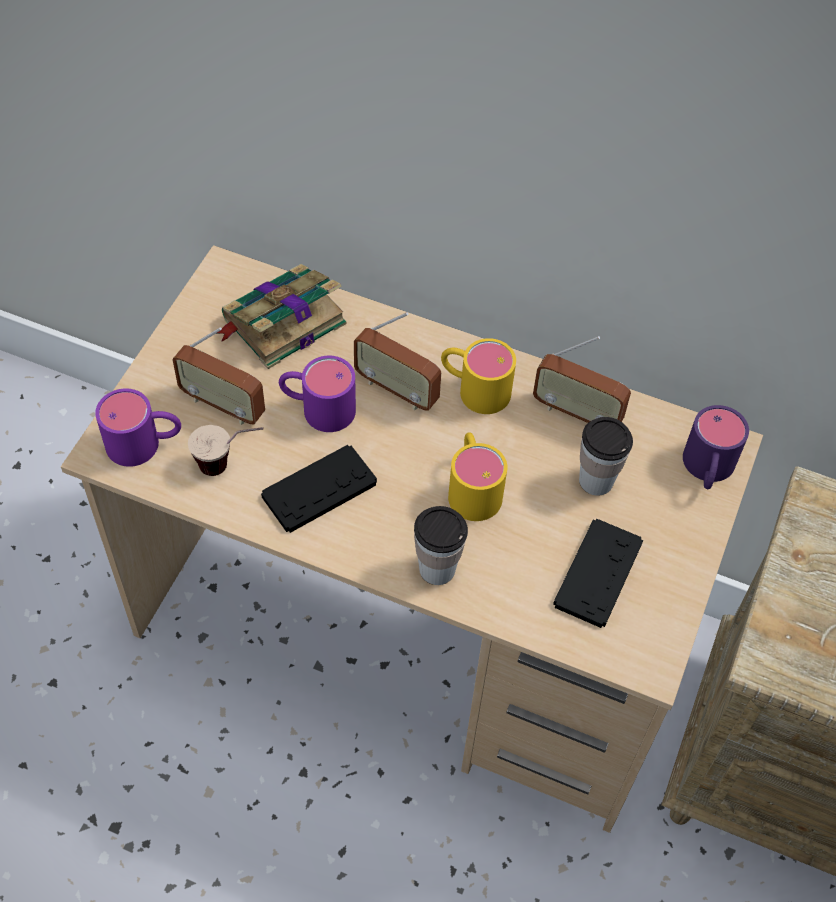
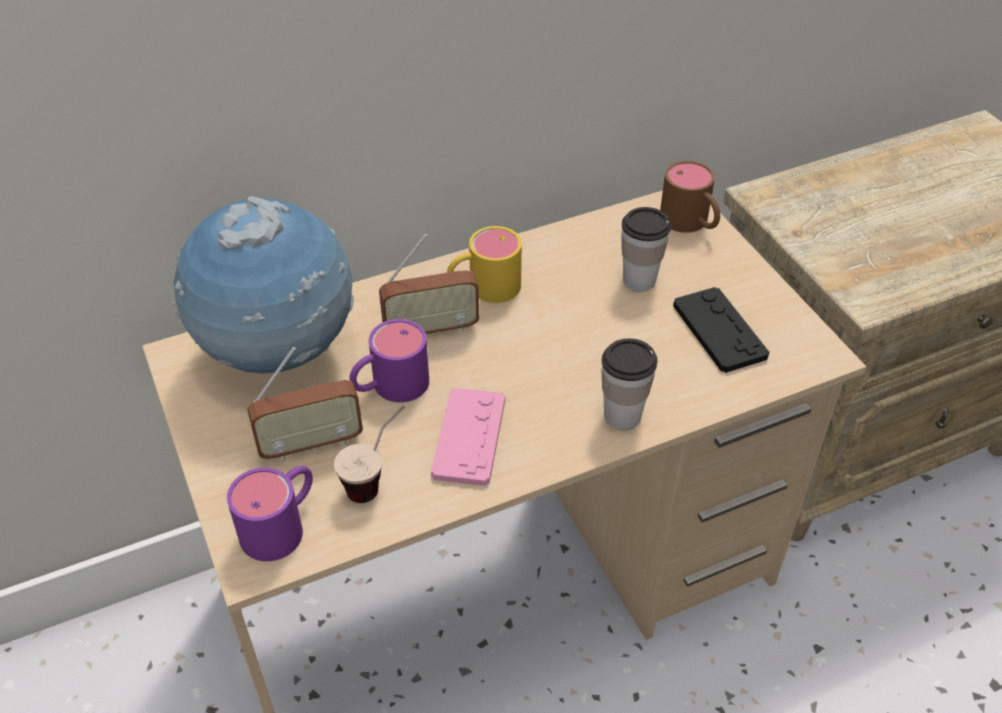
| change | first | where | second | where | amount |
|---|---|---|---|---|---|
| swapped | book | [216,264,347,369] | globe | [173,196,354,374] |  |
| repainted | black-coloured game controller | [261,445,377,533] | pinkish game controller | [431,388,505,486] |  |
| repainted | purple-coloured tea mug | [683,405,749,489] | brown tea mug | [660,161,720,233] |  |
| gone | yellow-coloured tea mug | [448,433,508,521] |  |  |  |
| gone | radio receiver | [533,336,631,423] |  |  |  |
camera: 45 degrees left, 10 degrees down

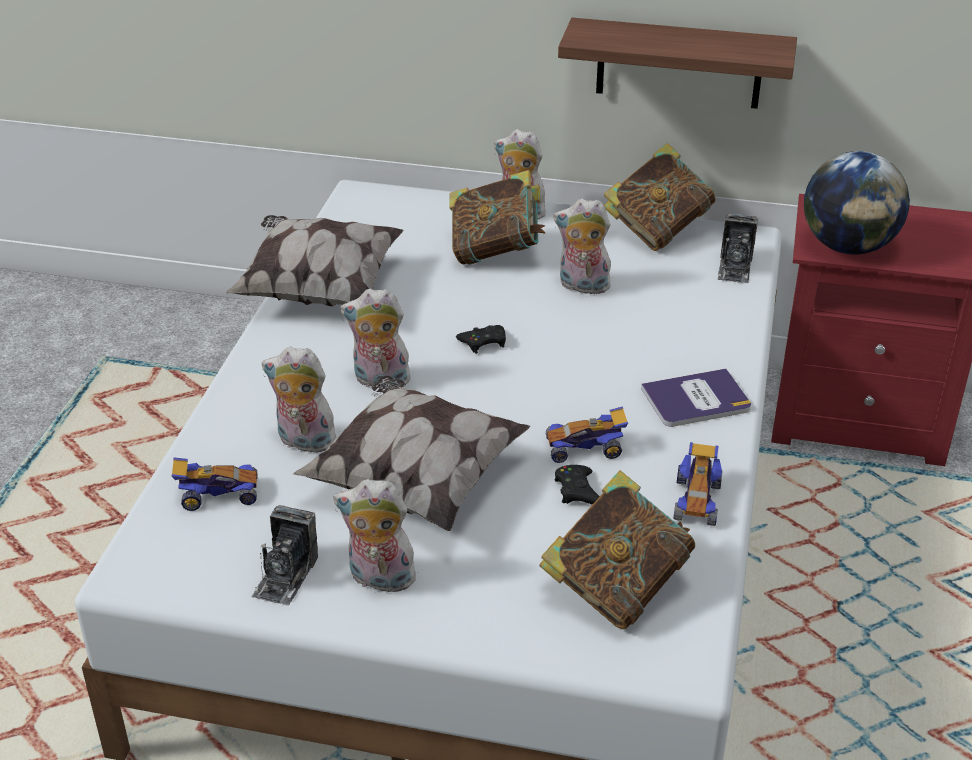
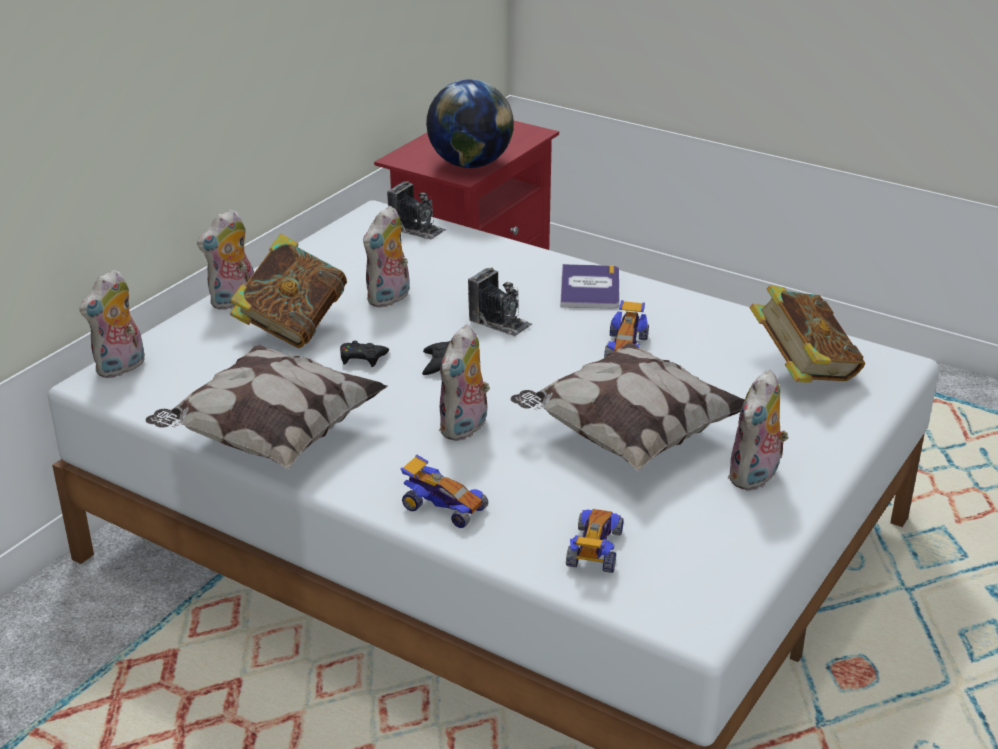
| change | first | where | second | where | amount |
|---|---|---|---|---|---|
| shifted | plush toy | [262,347,337,456] |  | [79,269,145,378] |  |
| shifted | black-coloured game controller | [555,465,600,504] |  | [340,341,389,367] |  |
| shifted | model car | [673,442,723,526] |  | [401,455,488,528] |  |
| shifted | still camera | [251,505,318,606] |  | [468,268,532,337] |  |
| gone | shelf | [558,18,797,109] |  |  |  |
| gone | book | [604,143,716,251] |  |  |  |
camera: 70 degrees left, 5 degrees down

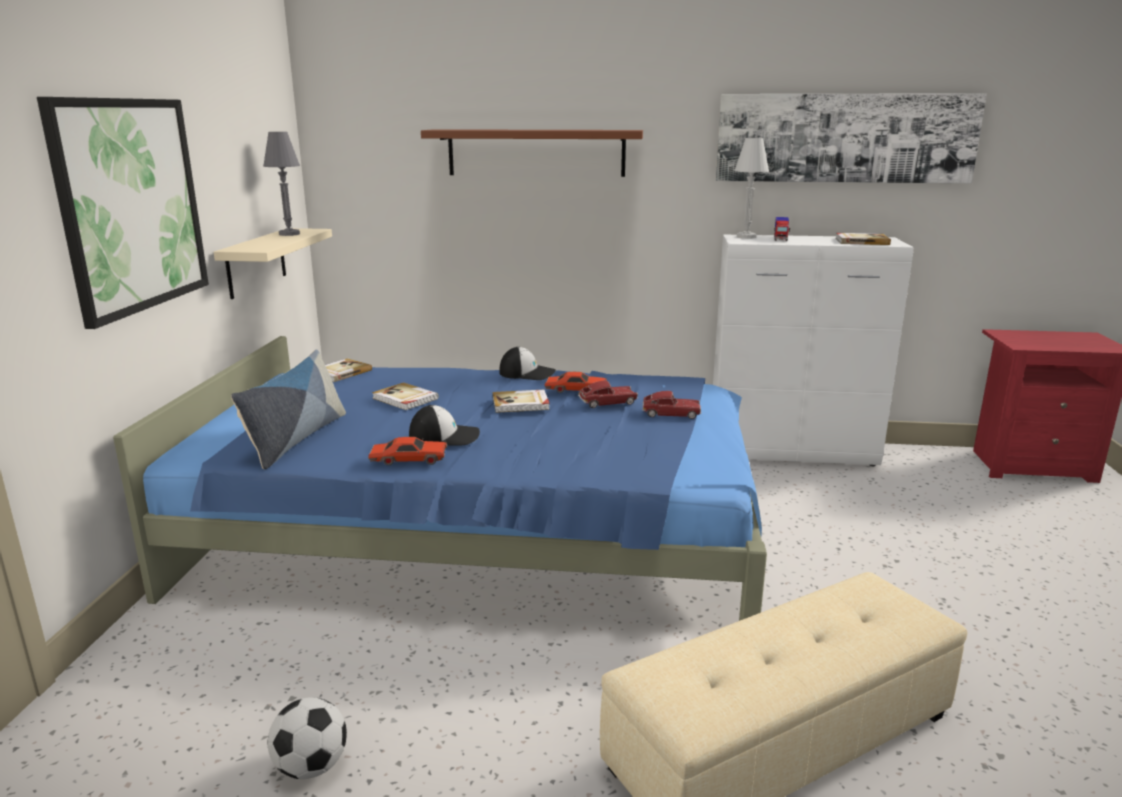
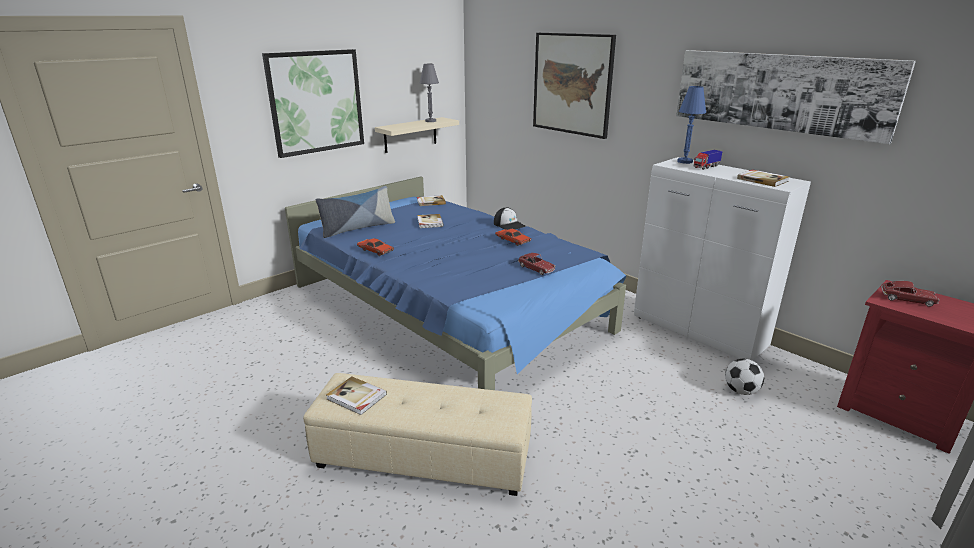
| change | first | where | second | where | amount |
|---|---|---|---|---|---|
| shifted | book | [492,390,550,413] |  | [326,376,387,415] |  |
| swapped | brown shelf | [421,129,643,177] | picture | [533,33,616,139] |  |
| repainted | white lamp for a table | [734,138,769,239] | bluish lamp for a table | [677,86,706,164] |  |
| shifted | ball for football | [267,697,347,779] |  | [725,359,764,395] |  |
| shifted | model car | [578,380,638,408] |  | [881,281,939,307] |  |
| gone | peaked cap | [409,405,480,445] |  |  |  |
camera: 40 degrees right, 5 degrees up

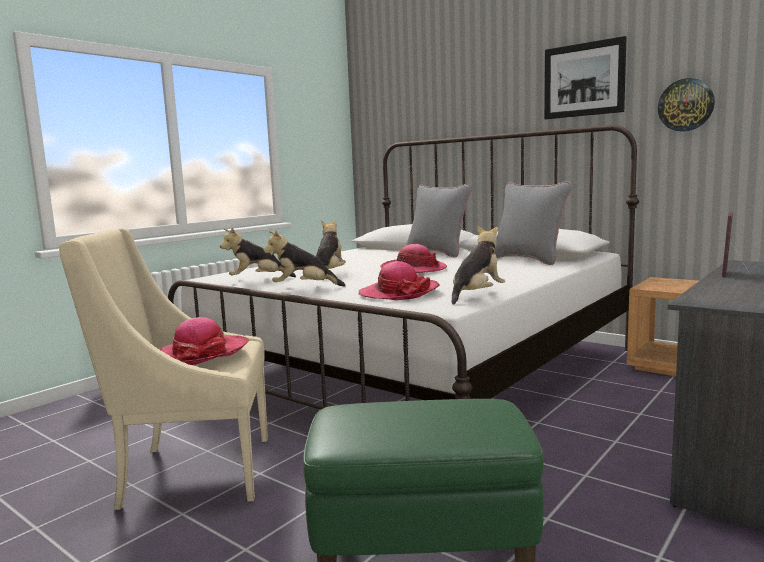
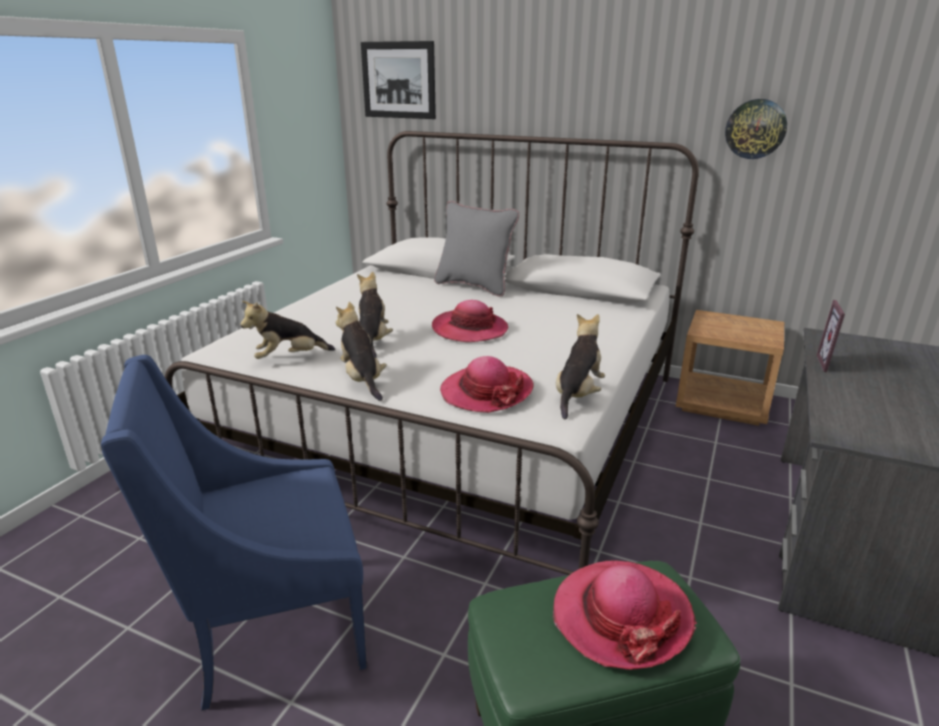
| change | first | where | second | where | amount |
|---|---|---|---|---|---|
| repainted | beige easy chair | [59,228,268,510] | bluish easy chair | [101,355,367,711] |  |
| rotated | plush toy | [263,230,346,287] |  | [336,302,387,401] | 75 degrees clockwise |
| shifted | picture | [544,36,626,119] |  | [361,41,436,119] |  |
| shifted | hat | [159,317,249,365] |  | [553,561,697,670] |  |
| gone | greyish throw pillow | [495,182,572,265] |  |  |  |
camera: 15 degrees left, 15 degrees up

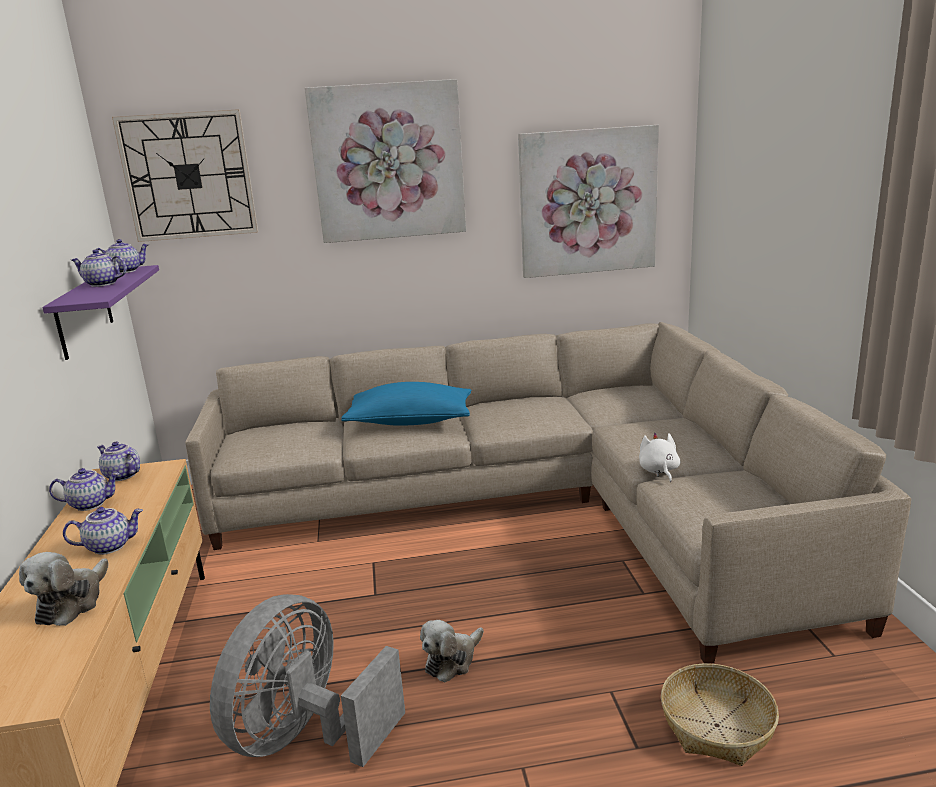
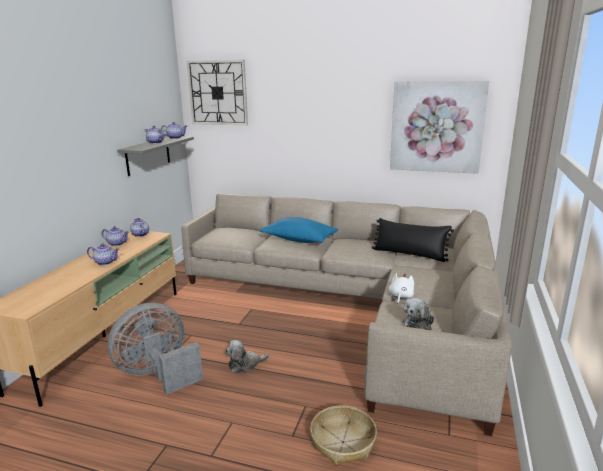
| change | first | where | second | where | amount |
|---|---|---|---|---|---|
| repainted | purple-coloured shelf | [42,265,159,360] | greyish shelf | [117,136,194,176] |  |
| new |  |  | black-coloured throw pillow | [372,218,454,262] |  |
| shifted | plush toy | [19,552,109,626] |  | [402,298,434,330] |  |
| gone | picture | [305,79,466,243] |  |  |  |
camera: 25 degrees right, 0 degrees up

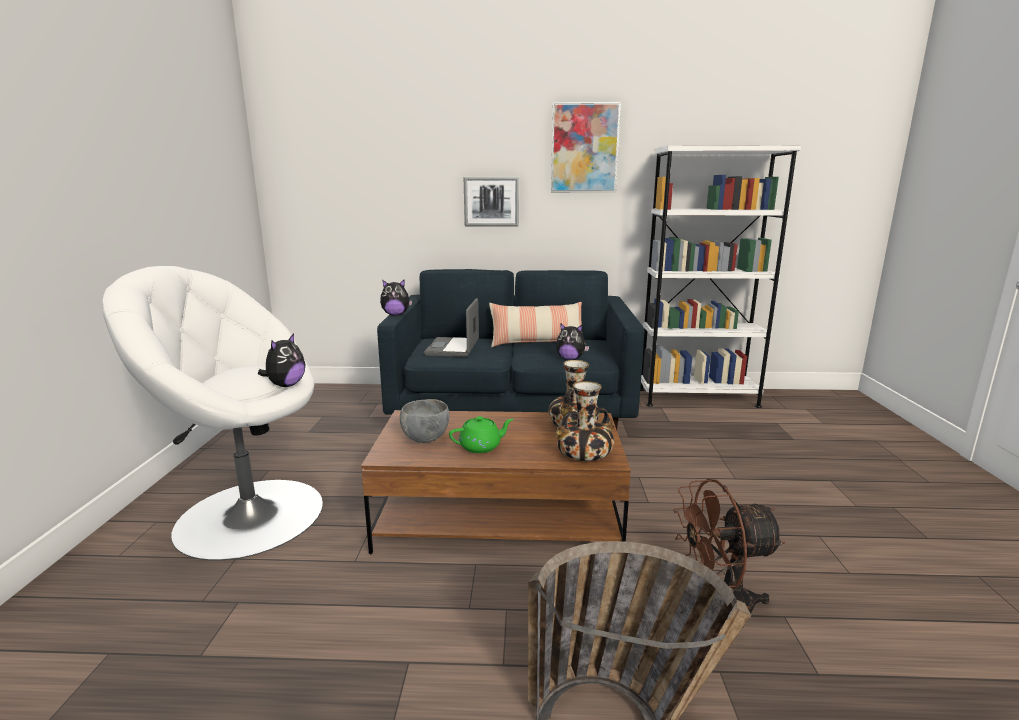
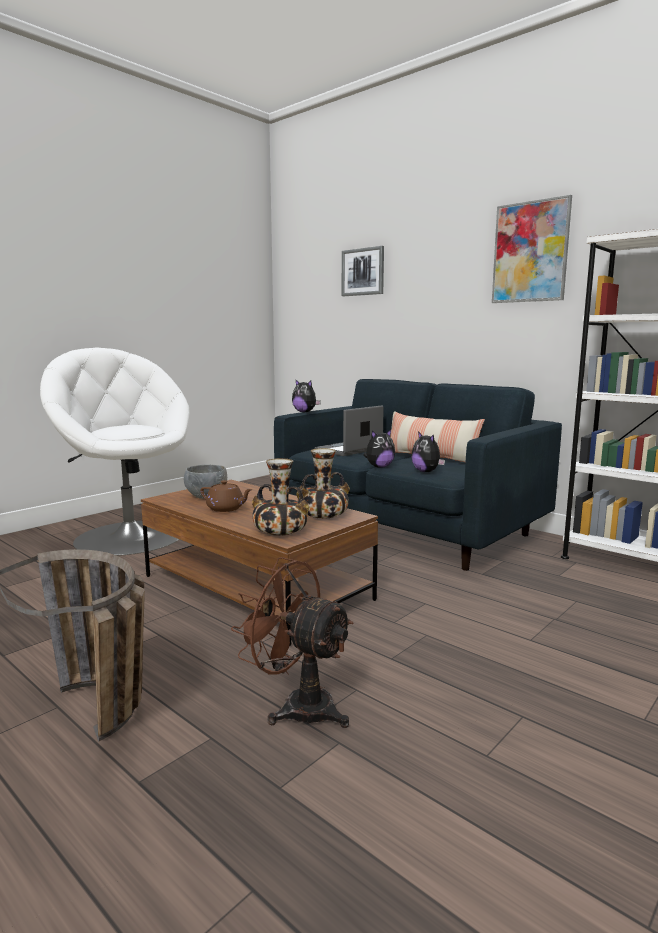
| change | first | where | second | where | amount |
|---|---|---|---|---|---|
| repainted | green pot for tea | [449,416,513,453] | brown pot for tea | [200,480,253,512] |  |
| shifted | picture | [464,177,519,227] |  | [342,246,384,296] |  |
| shifted | plush toy | [258,333,305,387] |  | [363,429,395,468] |  |
camera: 40 degrees right, 5 degrees down

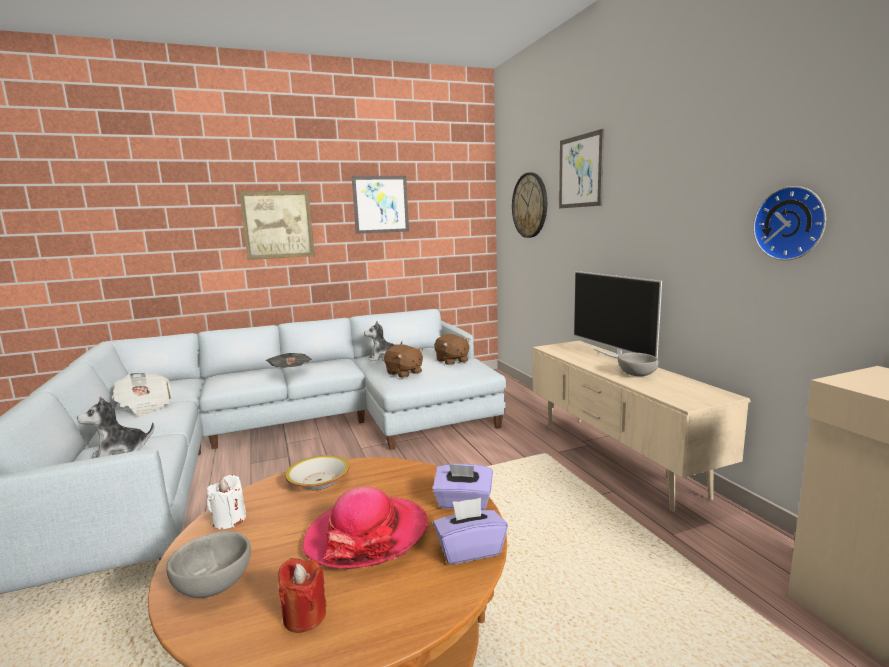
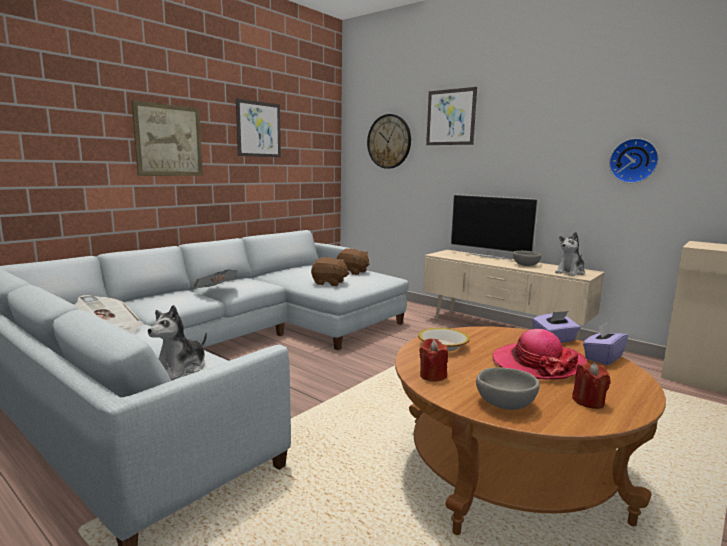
| change | first | where | second | where | amount |
|---|---|---|---|---|---|
| repainted | white wax candle | [207,475,246,529] | red wax candle | [419,338,448,381] |  |
| shifted | plush toy | [364,321,402,361] |  | [555,232,585,276] |  |
camera: 30 degrees left, 0 degrees up

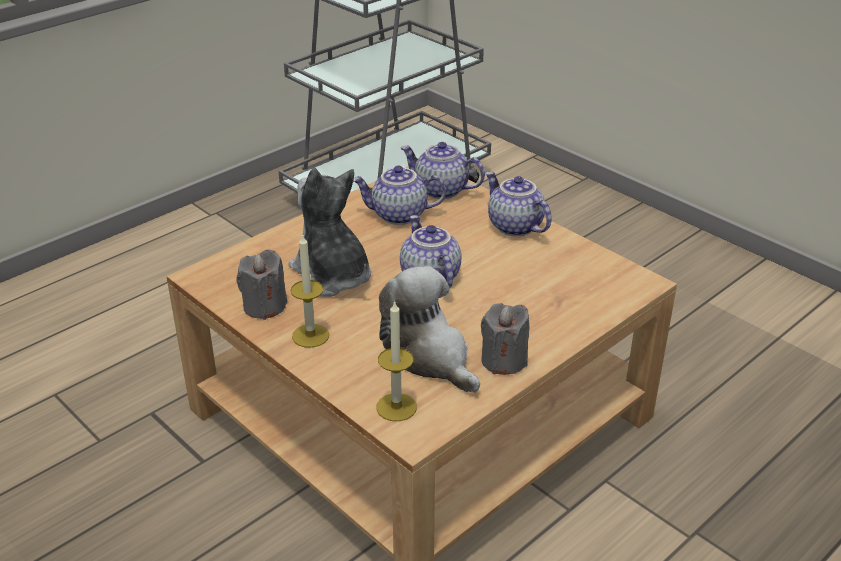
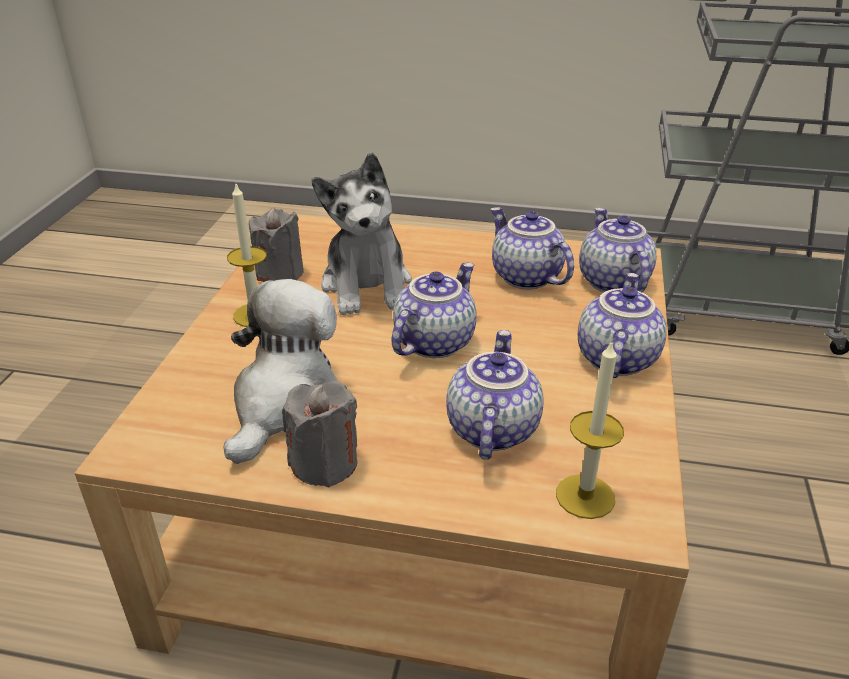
| change | first | where | second | where | amount |
|---|---|---|---|---|---|
| rotated | plush toy | [289,168,371,297] |  | [312,153,412,315] | 150 degrees clockwise |
| new |  |  | pot for tea | [446,330,544,459] |  |
| shifted | wax candle | [376,301,417,421] |  | [556,340,624,519] |  |
camera: 55 degrees right, 0 degrees up

